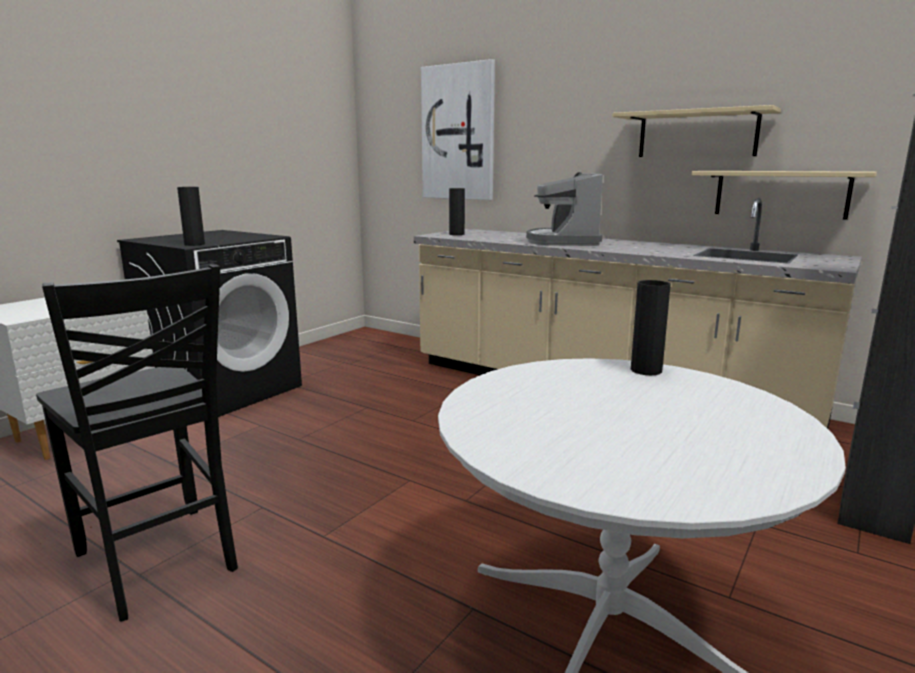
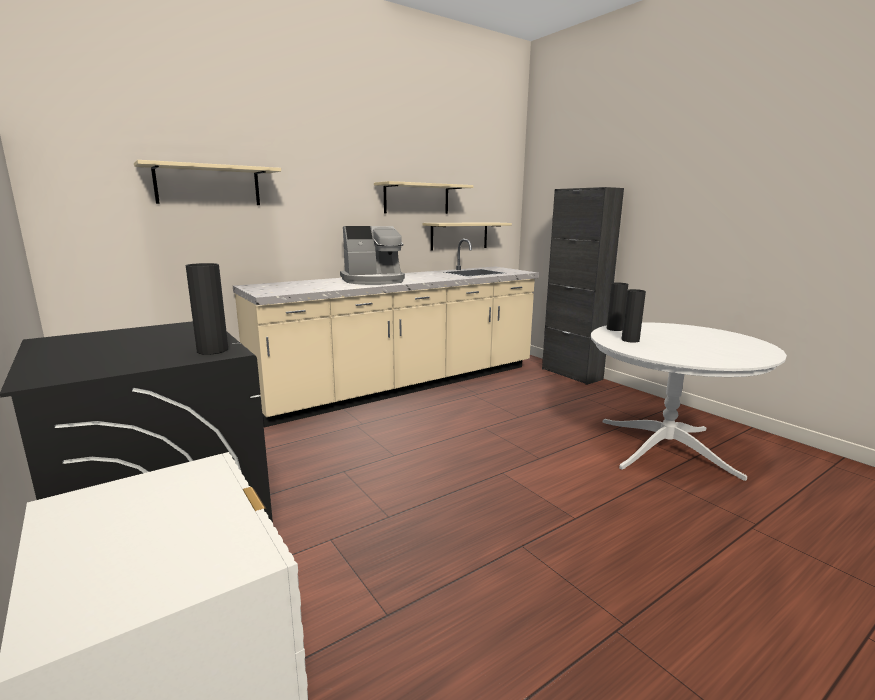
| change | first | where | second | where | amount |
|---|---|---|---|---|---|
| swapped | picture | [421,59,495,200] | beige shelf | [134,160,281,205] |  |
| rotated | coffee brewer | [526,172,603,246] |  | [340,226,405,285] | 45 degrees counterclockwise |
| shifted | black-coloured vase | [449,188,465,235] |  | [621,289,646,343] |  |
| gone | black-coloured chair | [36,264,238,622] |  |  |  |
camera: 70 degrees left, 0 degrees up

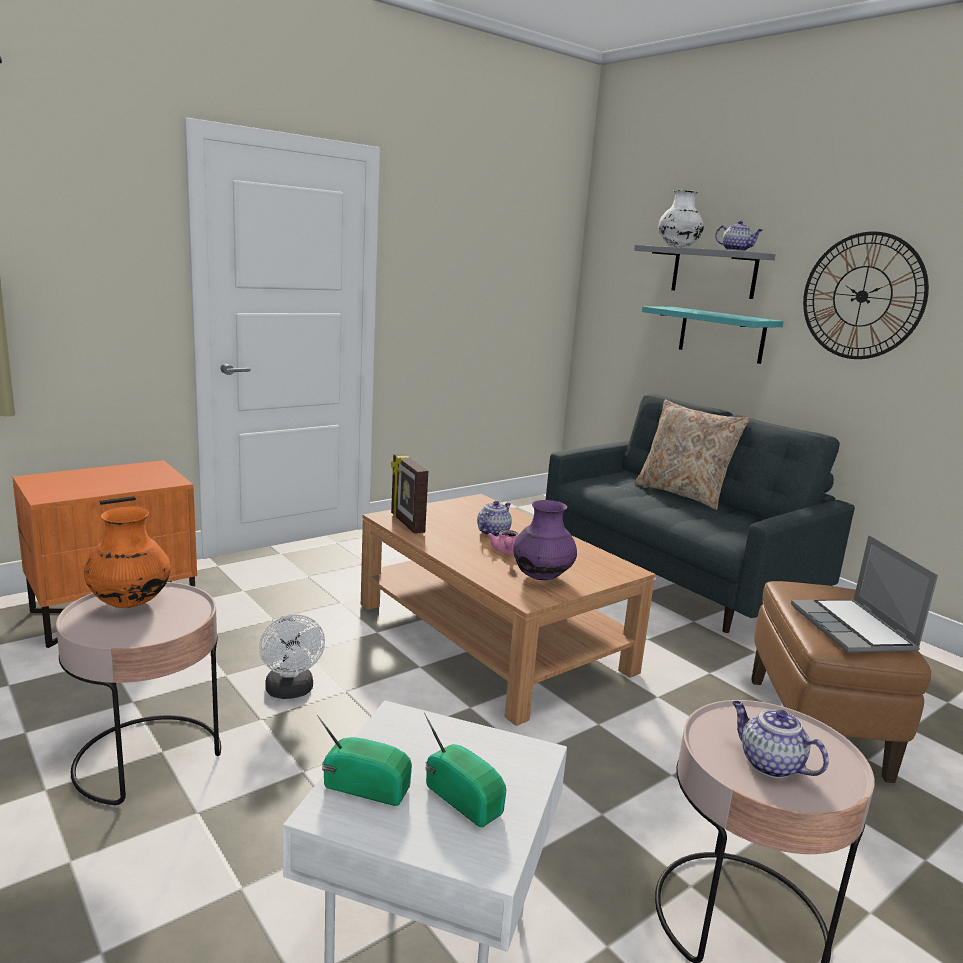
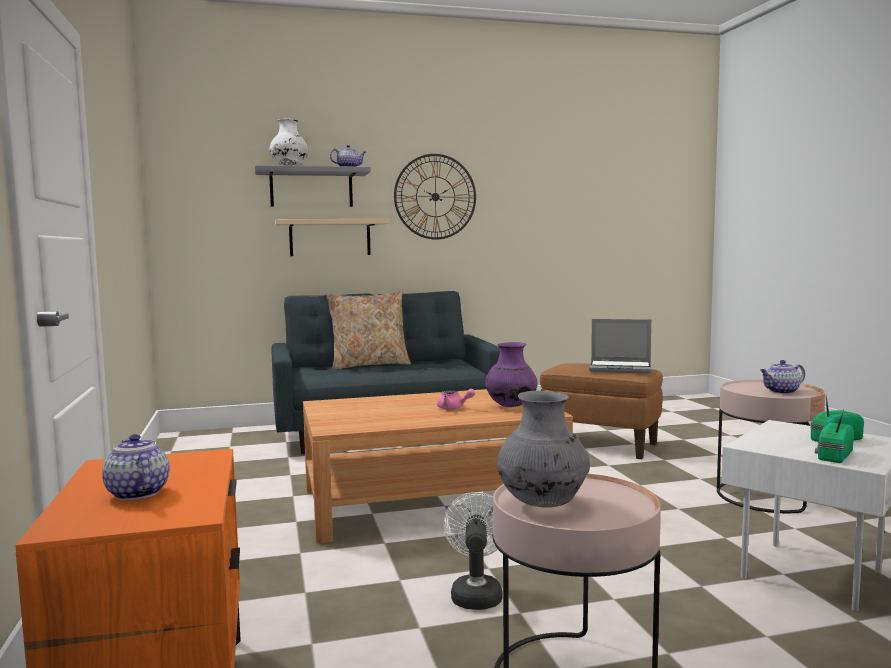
| change | first | where | second | where | amount |
|---|---|---|---|---|---|
| shifted | pot for tea | [477,501,512,537] |  | [102,434,170,500] |  |
| repainted | blue-green shelf | [642,306,784,364] | beige shelf | [275,219,389,256] |  |
| rotated | white fan | [259,614,325,699] |  | [443,492,502,610] | 90 degrees counterclockwise |
| repainted | orange-coloured vase | [84,506,171,608] | greyish vase | [497,391,590,508] |  |
| gone | standing frame | [391,454,428,534] |  |  |  |
camera: 65 degrees left, 10 degrees down

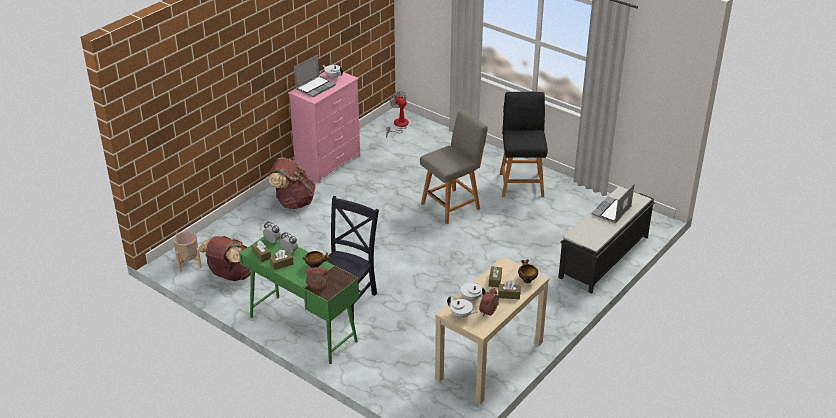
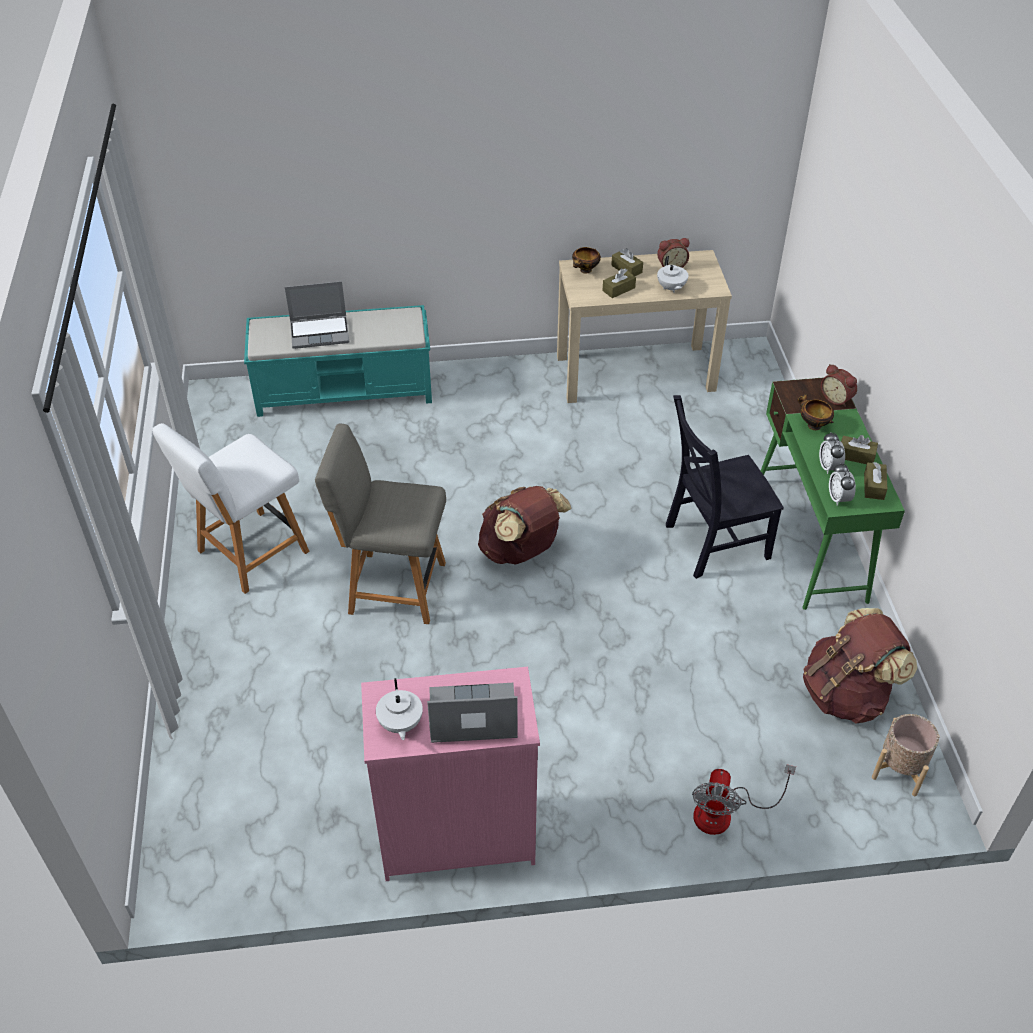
| change | first | where | second | where | amount |
|---|---|---|---|---|---|
| repainted | black-coloured chair | [500,92,548,197] | white chair | [152,423,309,594] |  |
| repainted | black-coloured indoor bench | [558,186,655,293] | blue-green indoor bench | [244,305,432,417] |  |
| shifted | brown rucksack | [269,158,316,209] |  | [478,486,571,564] |  |
| shifted | fan | [386,91,409,138] |  | [692,764,796,835] |  |
| gone | white pot for tea | [447,296,477,319] |  |  |  |
camera: 135 degrees left, 10 degrees up

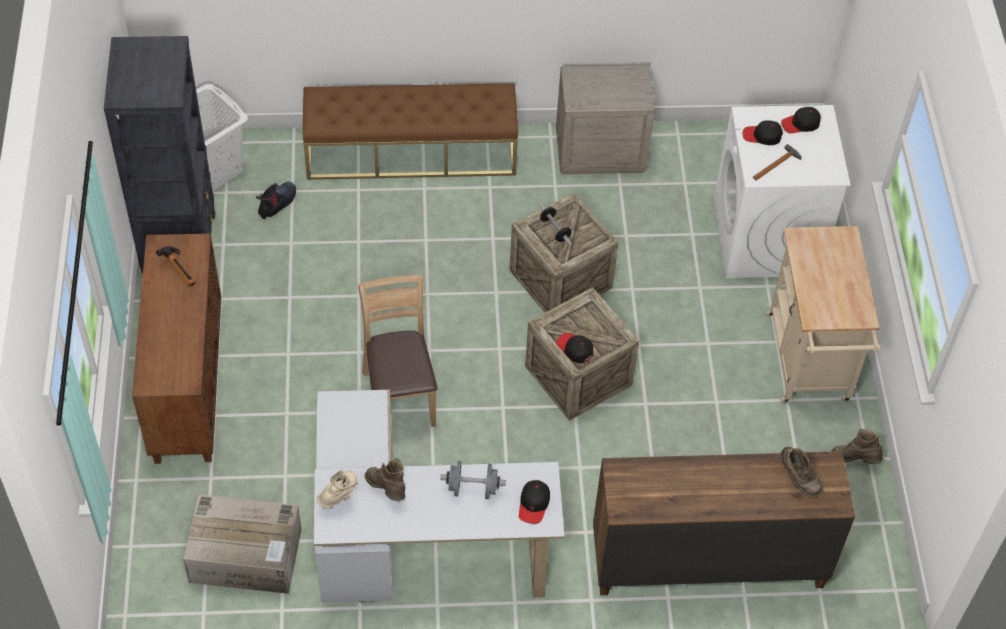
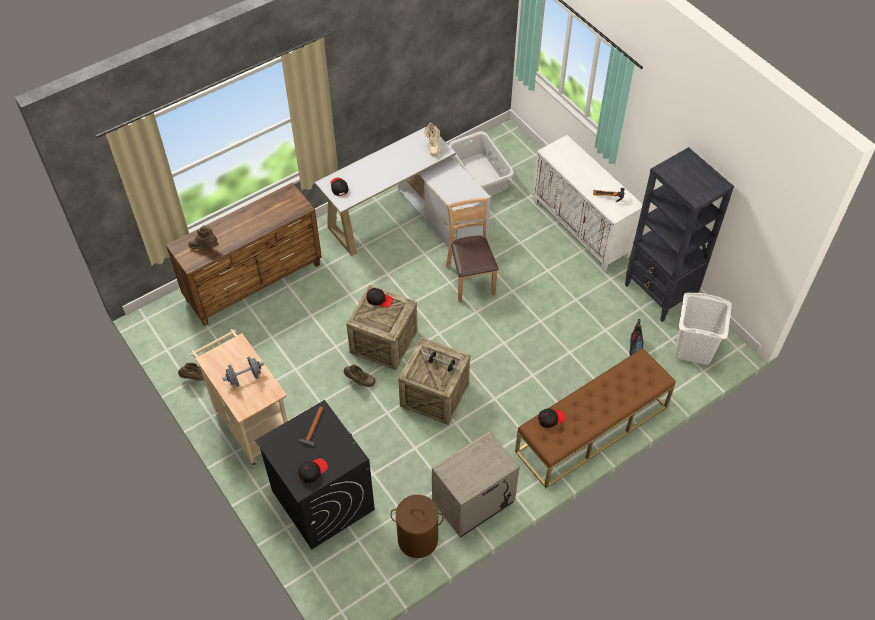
| change | first | where | second | where | amount |
|---|---|---|---|---|---|
| shifted | greyish free weight | [440,461,506,499] |  | [222,356,264,387] |  |
| repainted | white laundry appliance | [714,105,850,278] | black-coloured laundry appliance | [255,400,375,549] |  |
| shifted | brown high-top boot | [364,458,405,501] |  | [344,364,376,387] |  |
| new |  |  | brown laundry basket | [391,495,443,558] |  |
| rotated | brown chair | [358,275,438,427] |  | [446,198,498,302] | 150 degrees counterclockwise |
| swapped | carton | [183,494,302,594] | greyish laundry basket | [449,131,514,195] |  |
| repainted | brown storage cabinet | [132,234,221,464] | white storage cabinet | [532,135,643,272] |  |
| shifted | black-coloured peaked cap | [743,120,783,145] |  | [538,408,566,428] |  |
camera: 150 degrees right, 0 degrees up

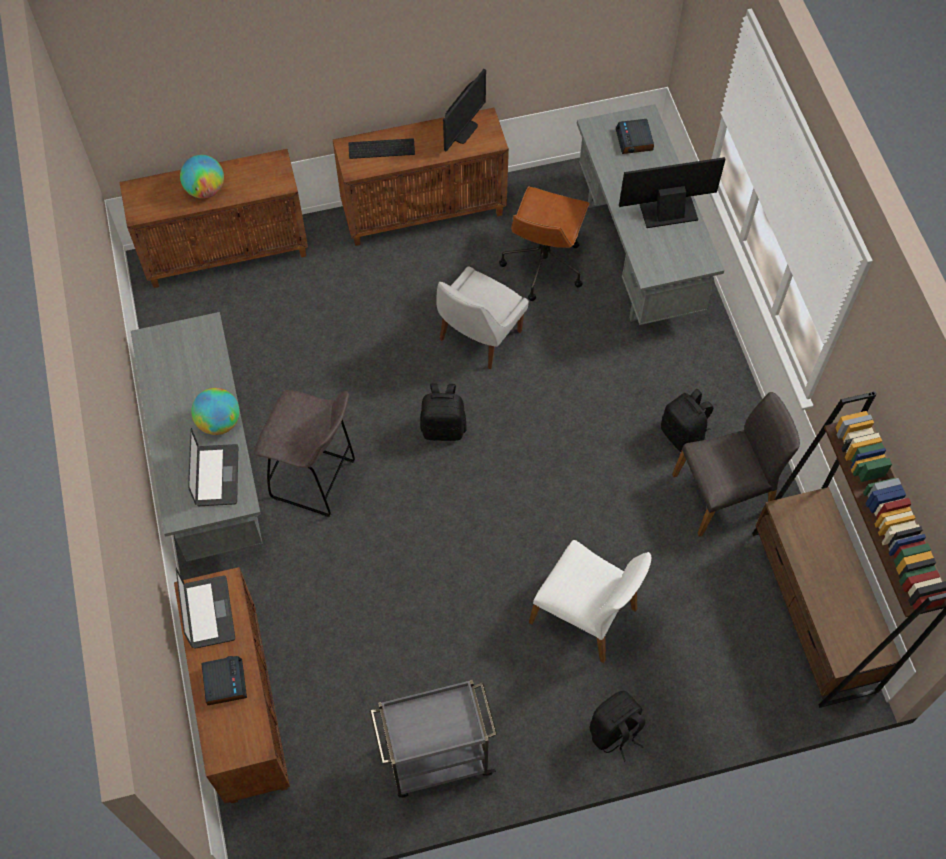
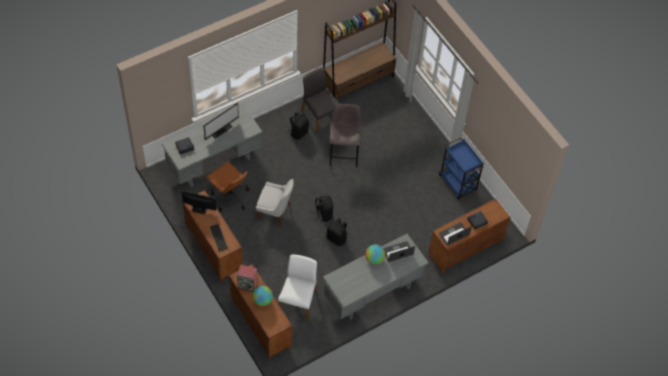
| change | first | where | second | where | amount |
|---|---|---|---|---|---|
| rotated | monitor | [619,157,726,228] |  | [203,103,239,140] | 105 degrees counterclockwise |
| rotated | brown computer chair | [499,186,589,301] |  | [206,161,249,212] | 45 degrees clockwise |
| new |  |  | loudspeaker | [237,265,257,292] |  |
| shifted | white chair | [529,540,651,663] |  | [278,254,317,321] |  |
| shifted | black-coloured rucksack | [589,691,646,762] |  | [327,218,347,246] |  |
| shifted | greyish sitting stool | [254,390,356,517] |  | [330,104,362,168] |  |
| repainted | greyish cart | [370,679,497,798] | bluish cart | [439,138,484,199] |  |
camera: 110 degrees left, 5 degrees down

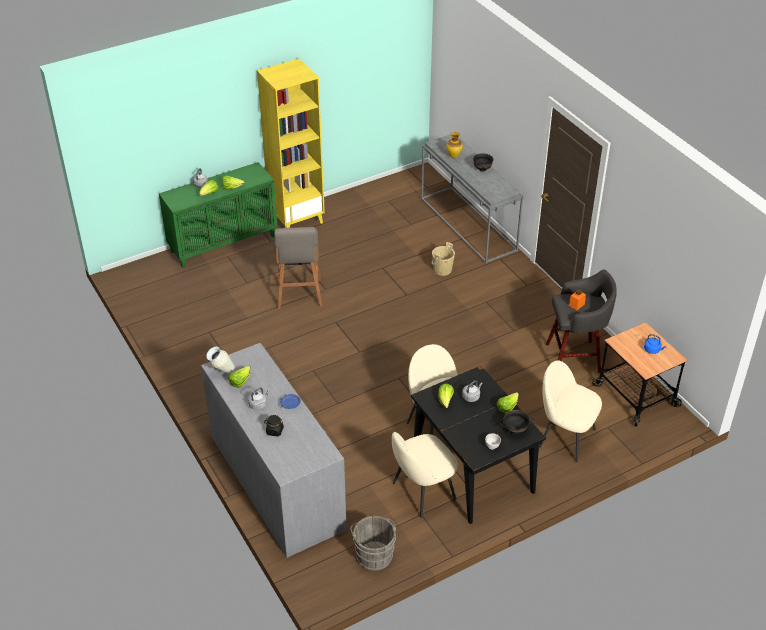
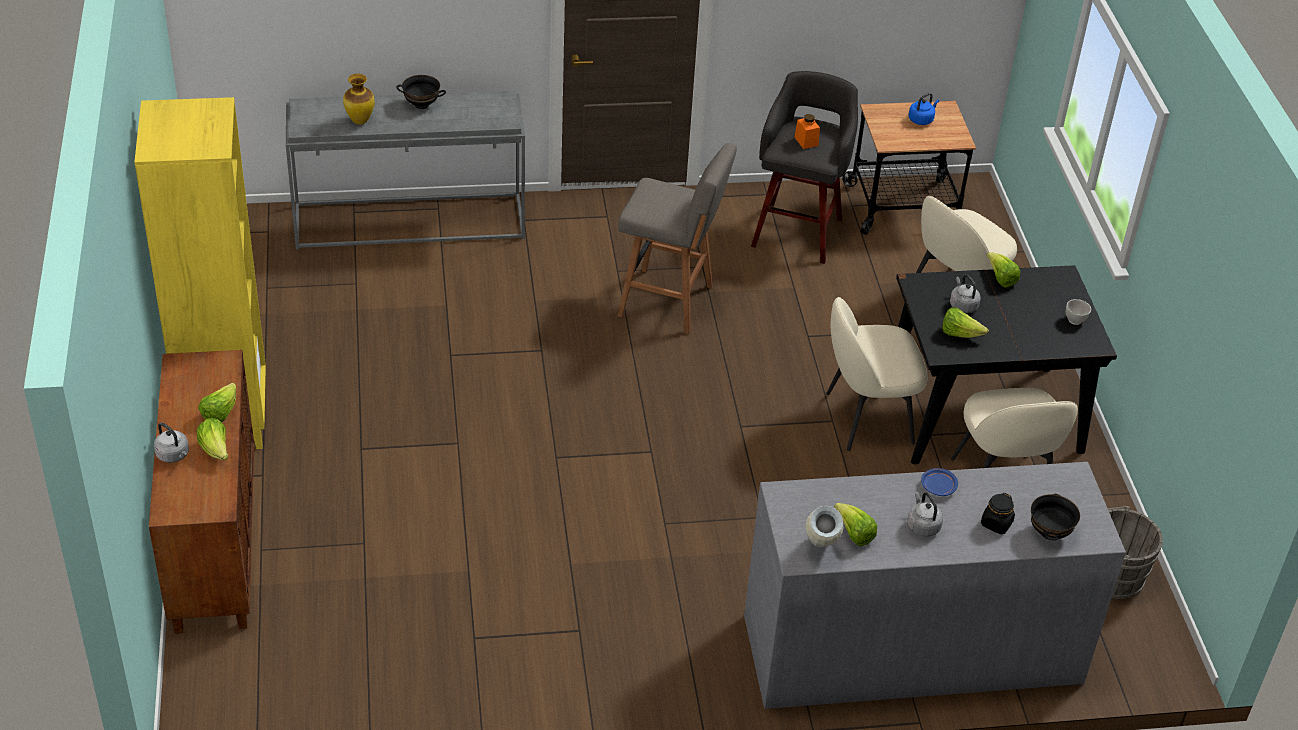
| change | first | where | second | where | amount |
|---|---|---|---|---|---|
| repainted | green storage cabinet | [159,162,278,268] | brown storage cabinet | [149,350,254,634] |  |
| shifted | greyish sitting stool | [274,227,323,309] |  | [617,143,737,335] |  |
| shifted | black-coloured bowl | [500,410,533,434] |  | [1031,494,1080,540] |  |
| gone | beige pail | [432,242,455,276] |  |  |  |
camera: 70 degrees left, 0 degrees up

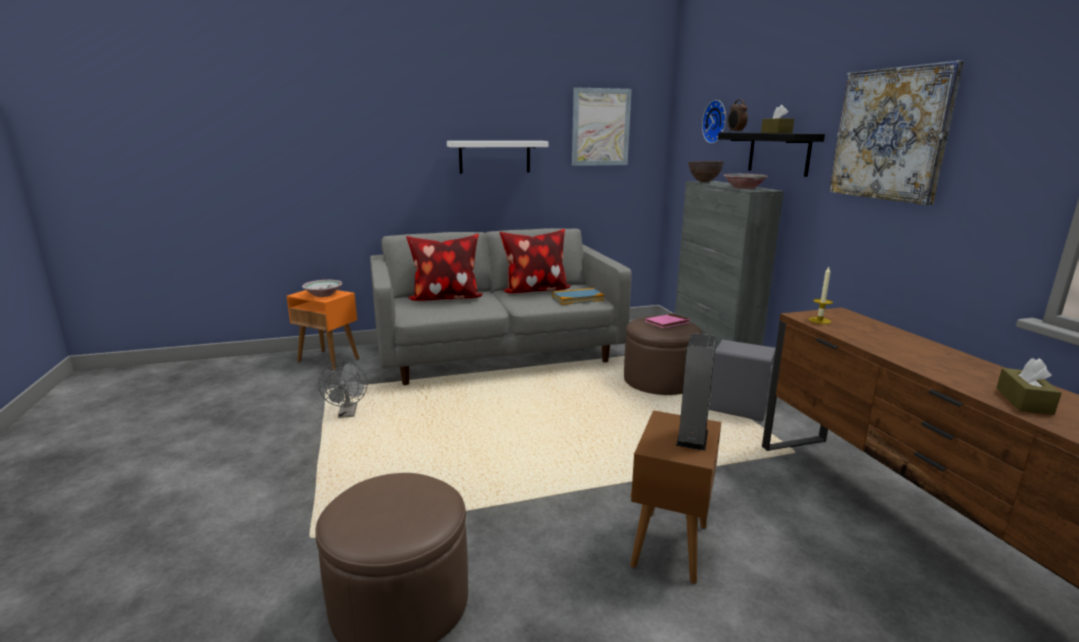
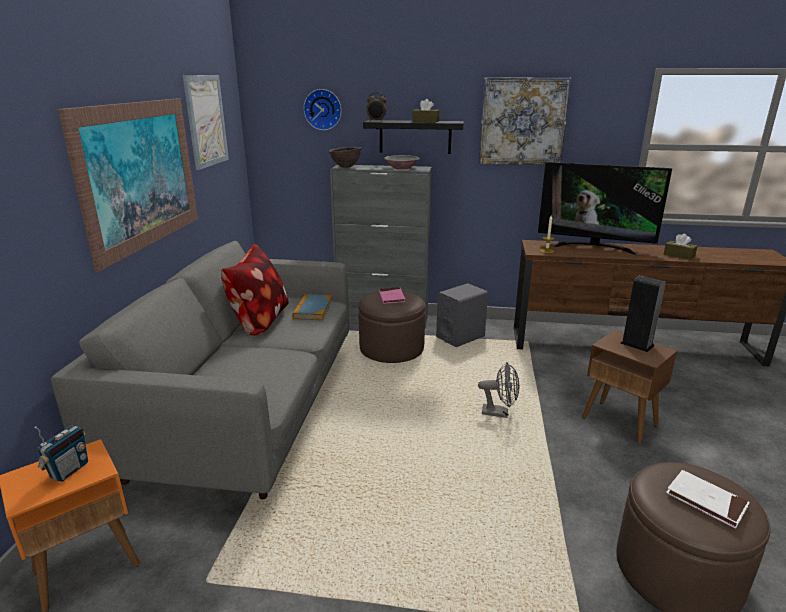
| change | first | where | second | where | amount |
|---|---|---|---|---|---|
| swapped | bowl | [302,280,342,297] | radio receiver | [35,425,88,482] |  |
| swapped | white shelf | [447,141,548,174] | picture | [58,98,198,272] |  |
| shifted | greyish fan | [318,361,367,418] |  | [478,362,519,418] |  |
| new |  |  | TV | [538,162,672,255] |  |
| new |  |  | white book | [666,470,750,529] |  |
| gone | throw pillow | [406,234,483,301] |  |  |  |
camera: 65 degrees left, 5 degrees up

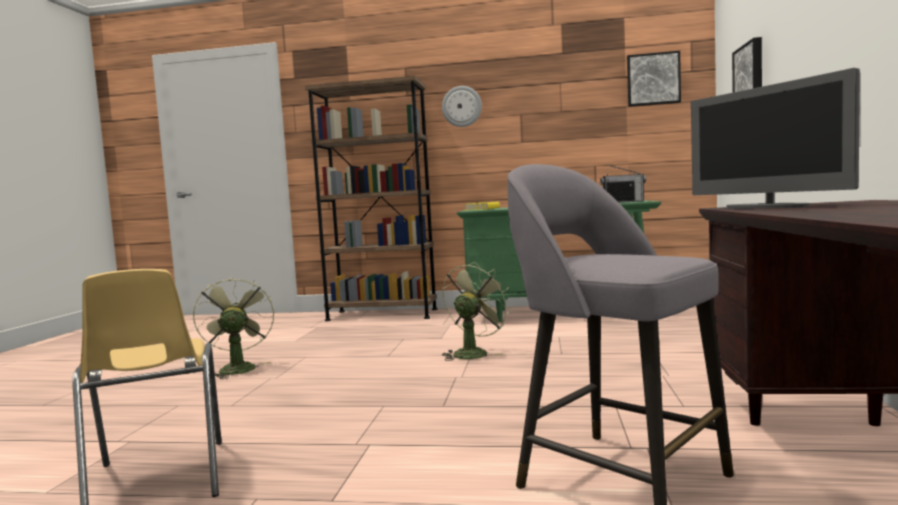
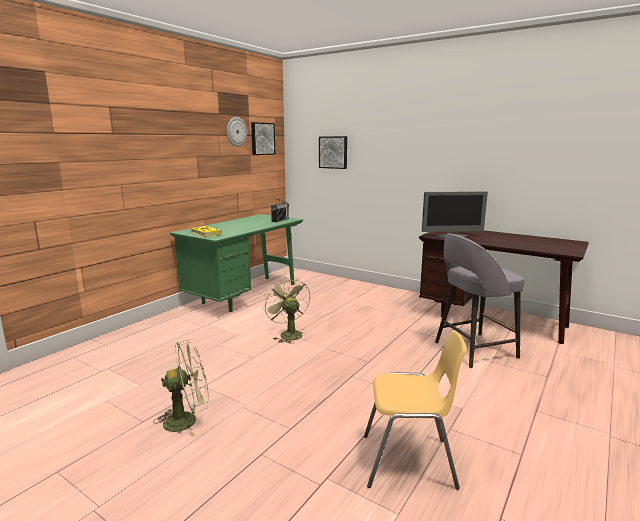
| change | first | where | second | where | amount |
|---|---|---|---|---|---|
| rotated | green fan | [193,277,274,379] |  | [153,339,209,437] | 150 degrees clockwise |
| shifted | wall clock | [442,86,482,127] |  | [227,117,247,147] |  |
| gone | brown bookshelf | [305,76,438,321] |  |  |  |
camera: 65 degrees left, 10 degrees up

